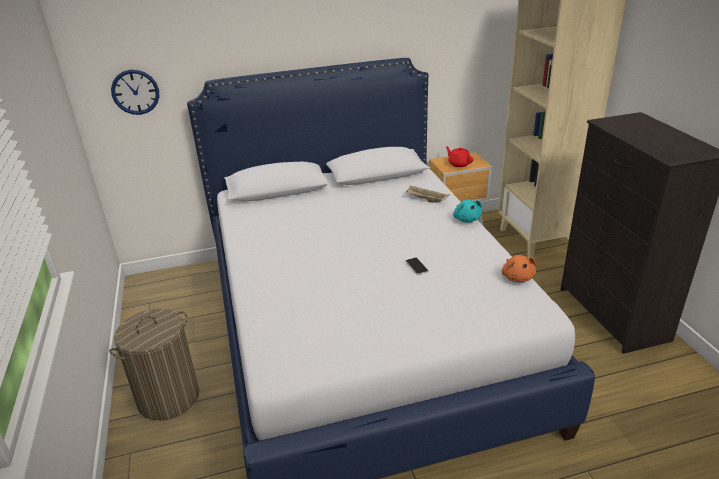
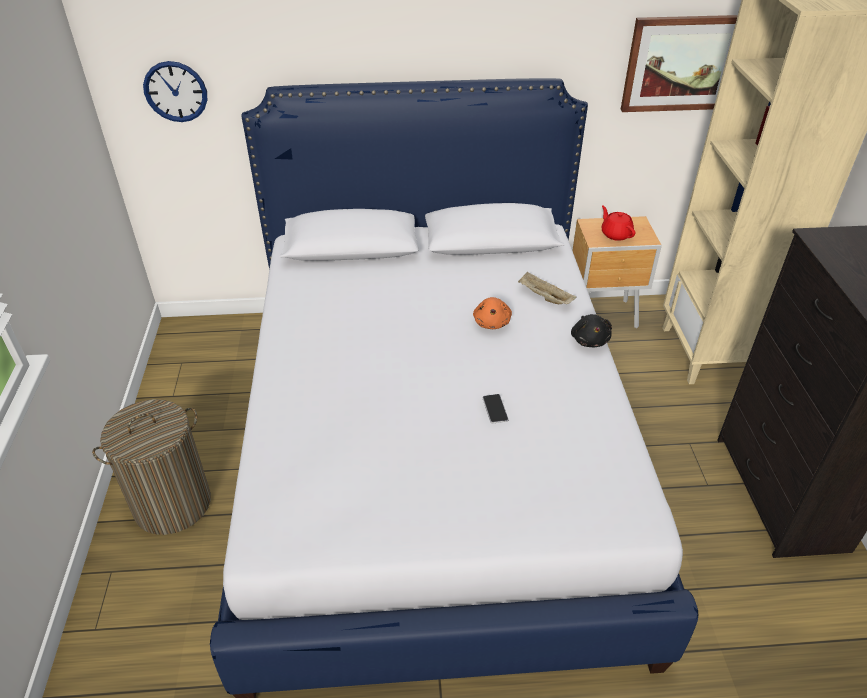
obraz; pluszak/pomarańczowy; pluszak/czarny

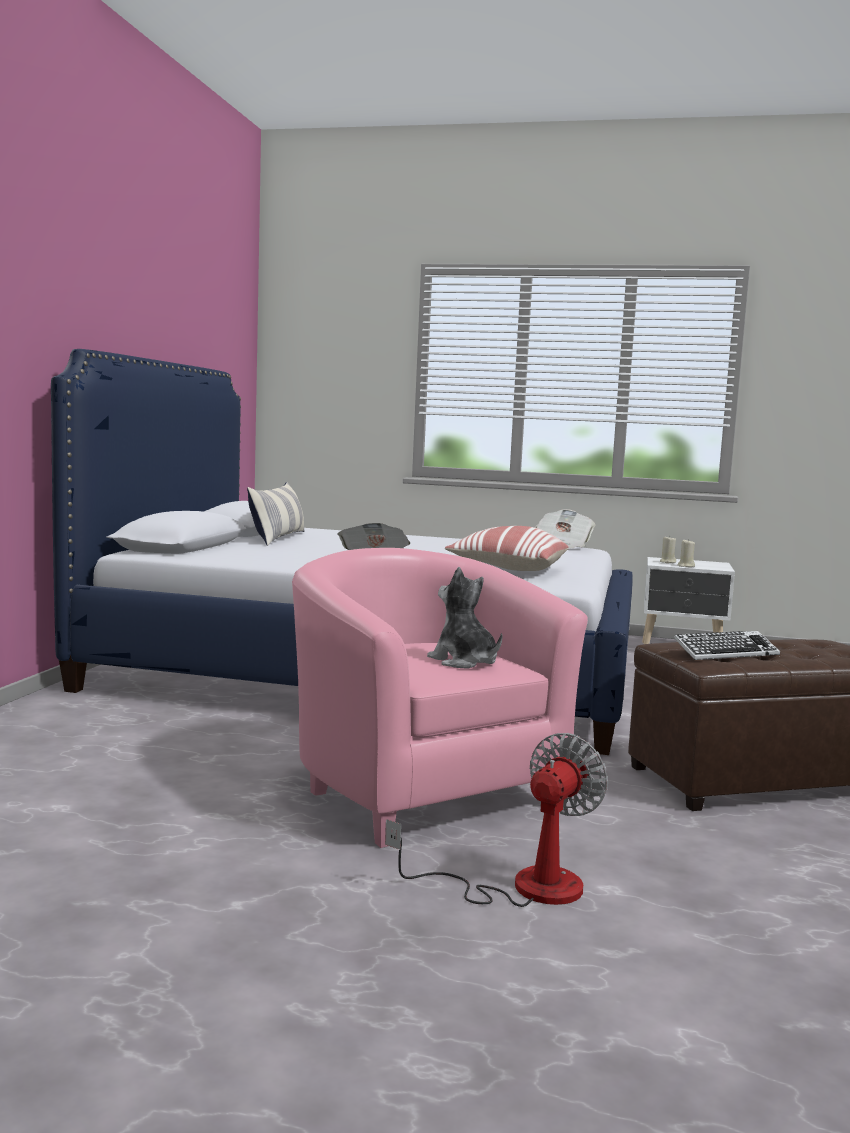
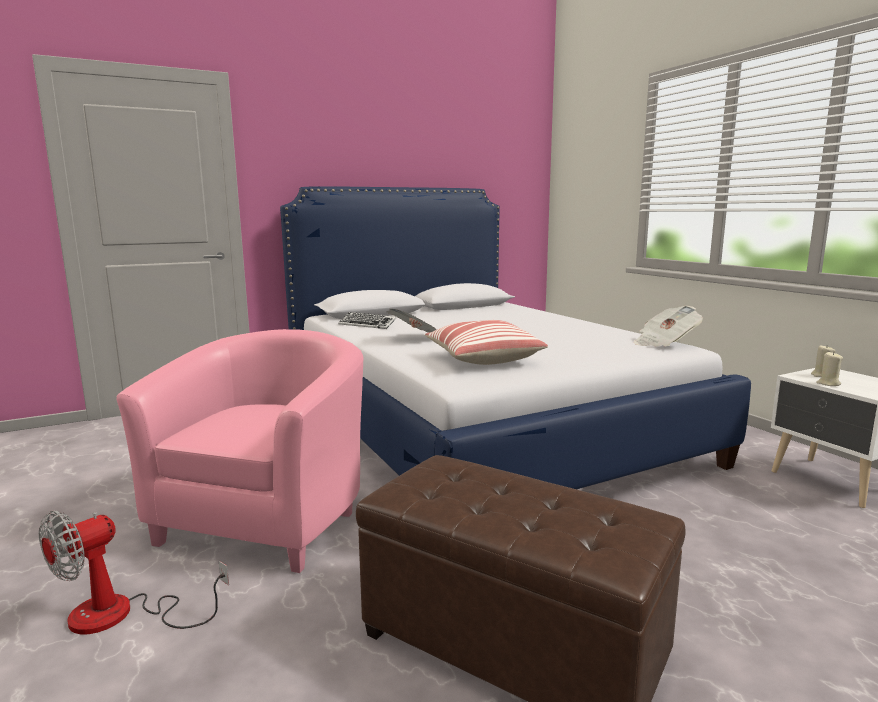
poduszka (1st from left in the first image); pluszak; klawiatura; wentylator

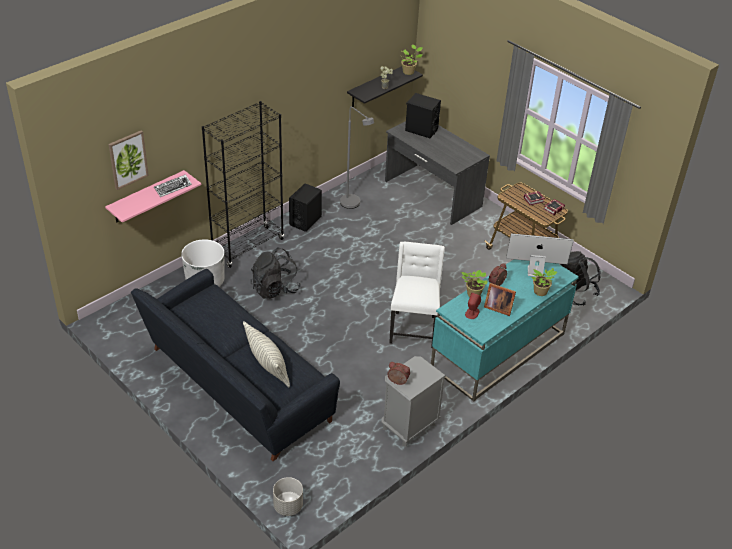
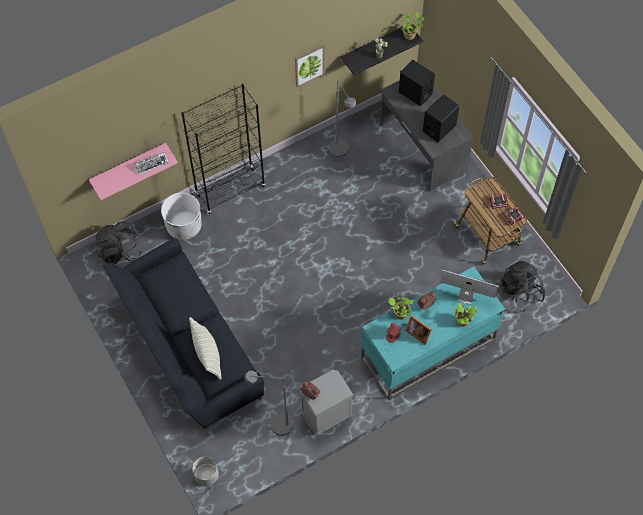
krzesło/biały; lampa stojąca/szary (1st from left); obraz; plecak/czarny (1st from left); głośnik/czarny (2nd from left)

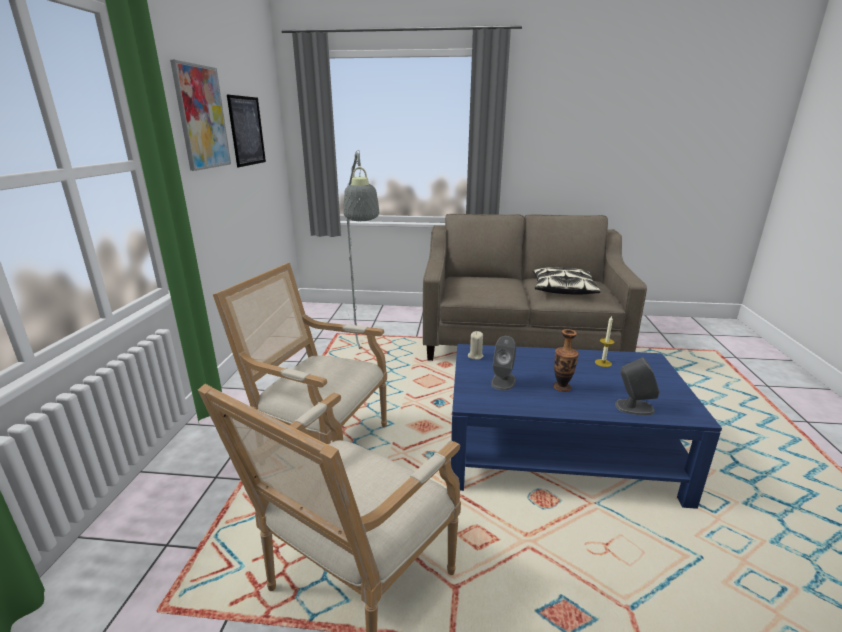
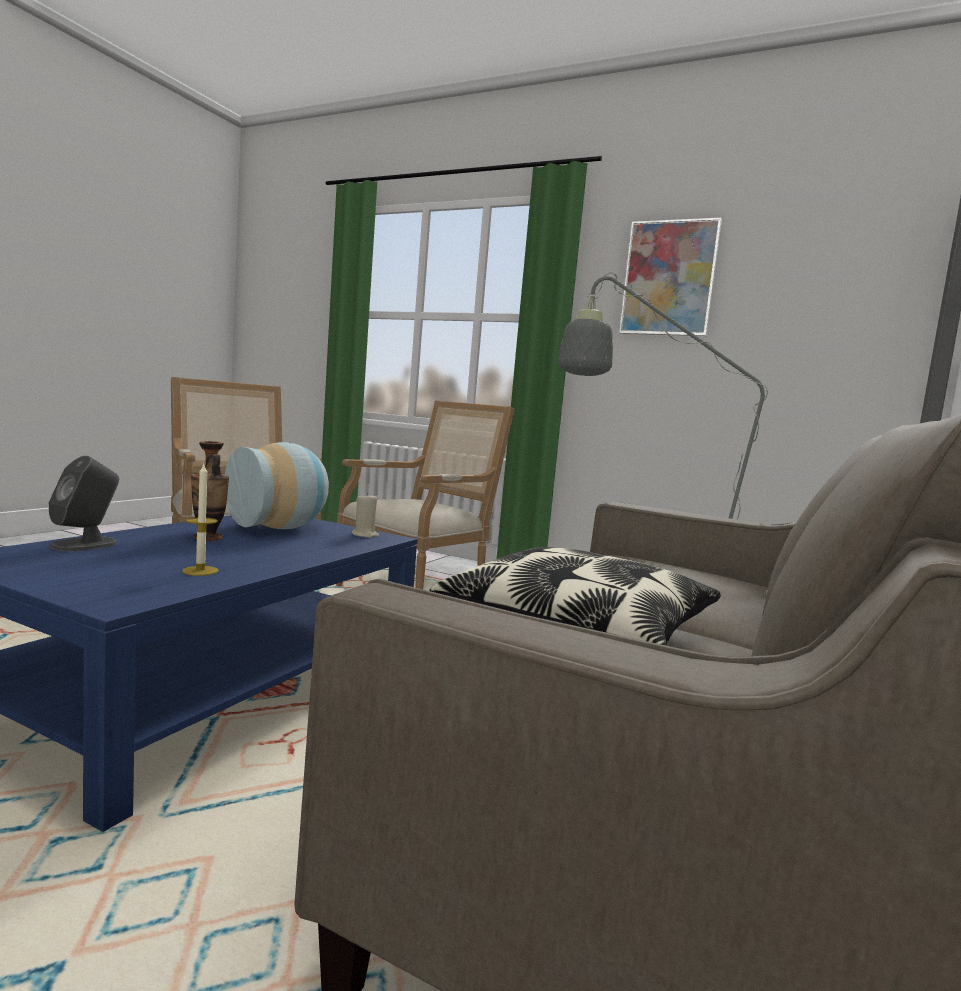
obraz (2nd from left in the first image); wazon (2nd from left)

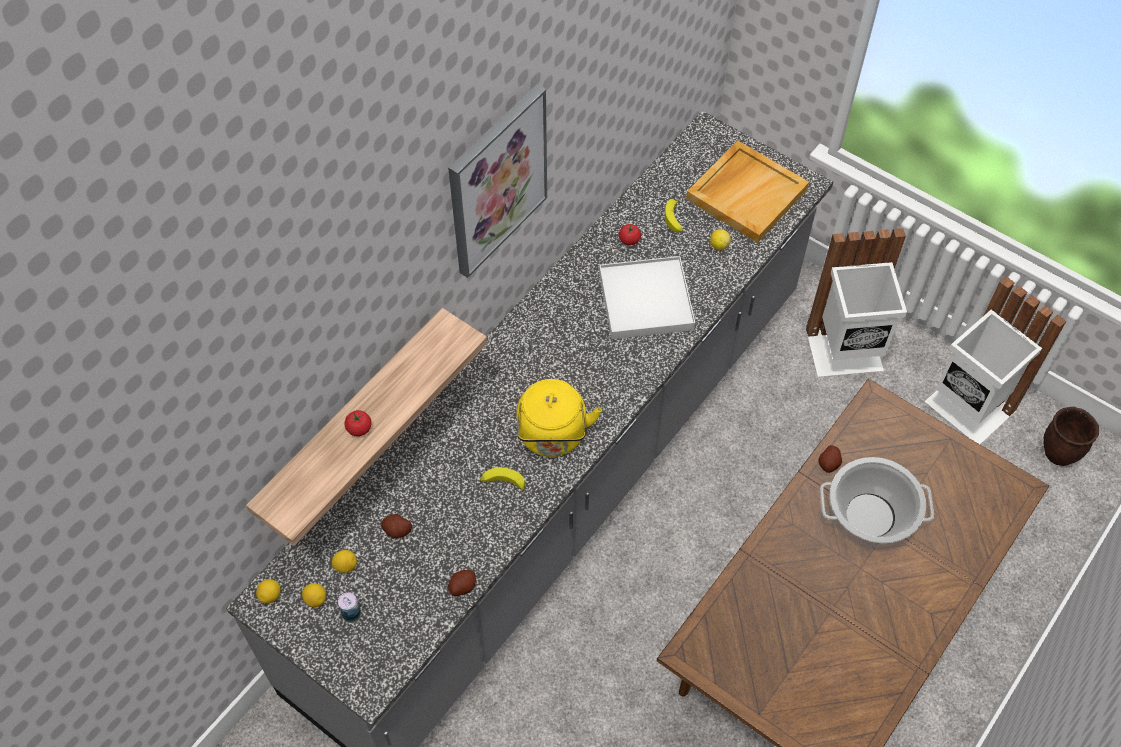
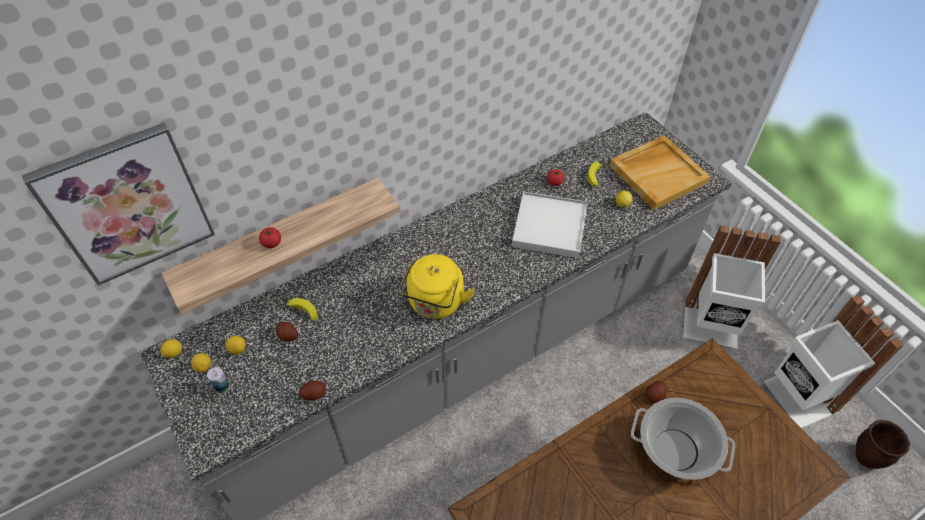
obraz; banan (1st from left)

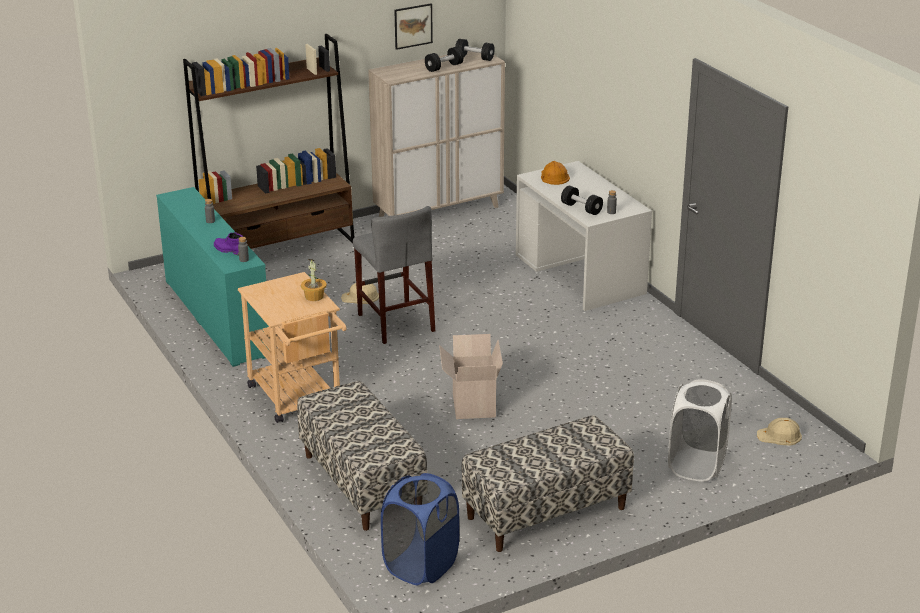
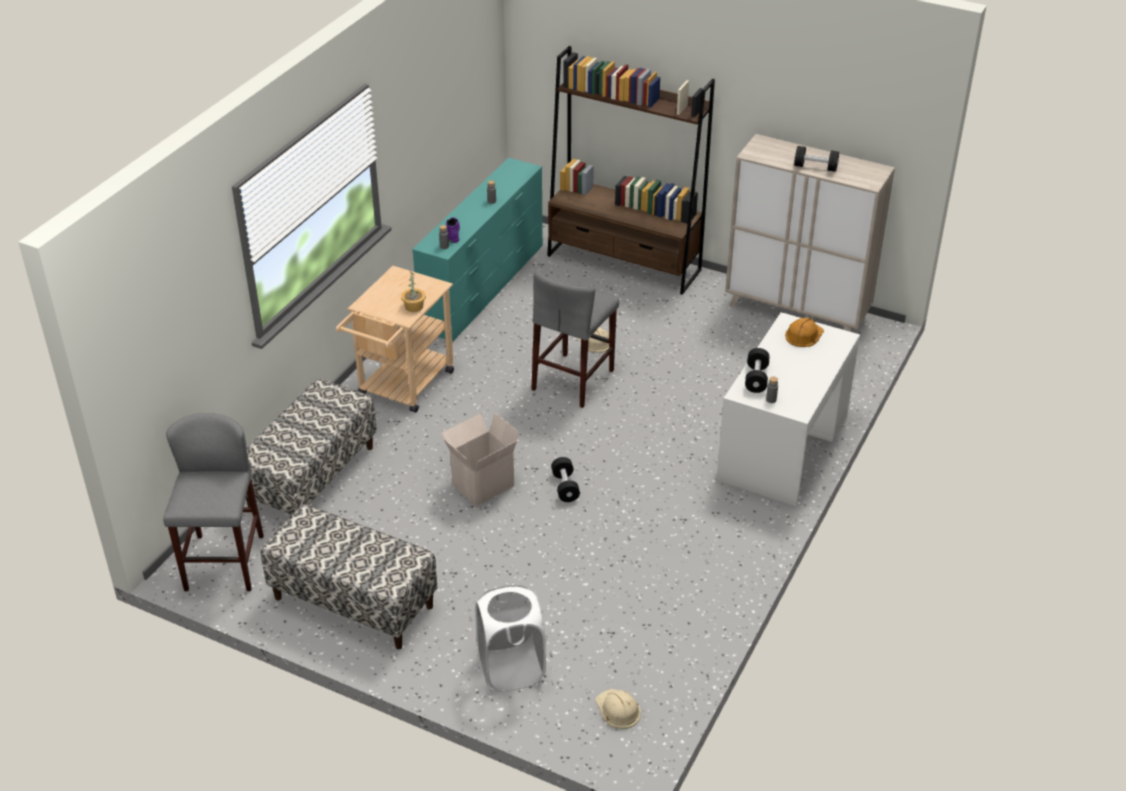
obraz; hantel/czarny (1st from left); stołek/szary (1st from left)

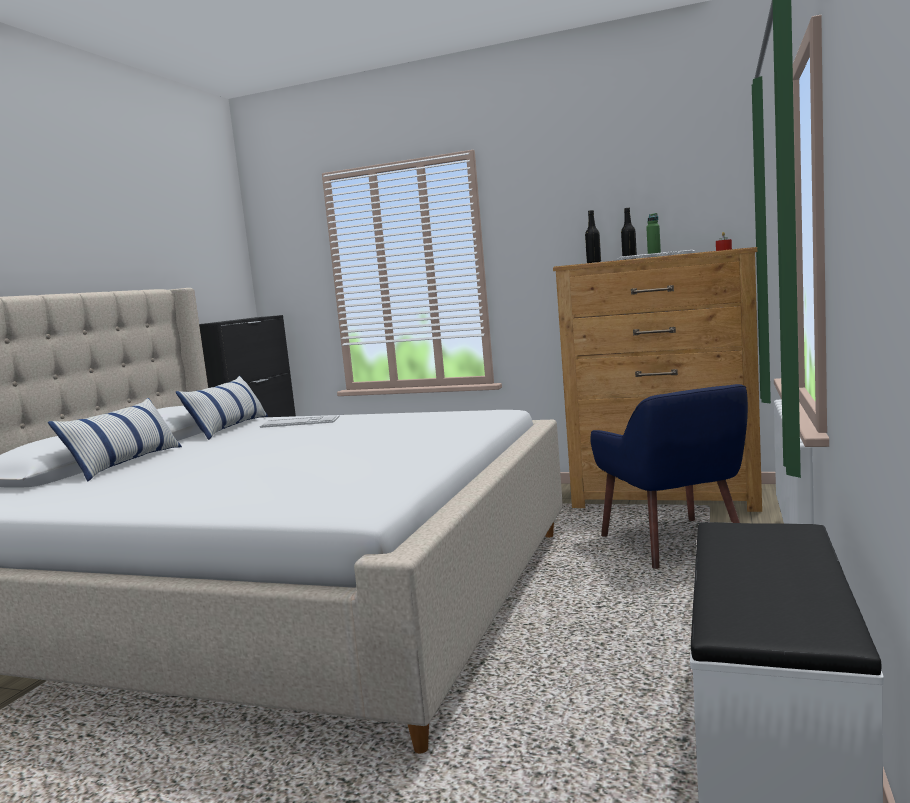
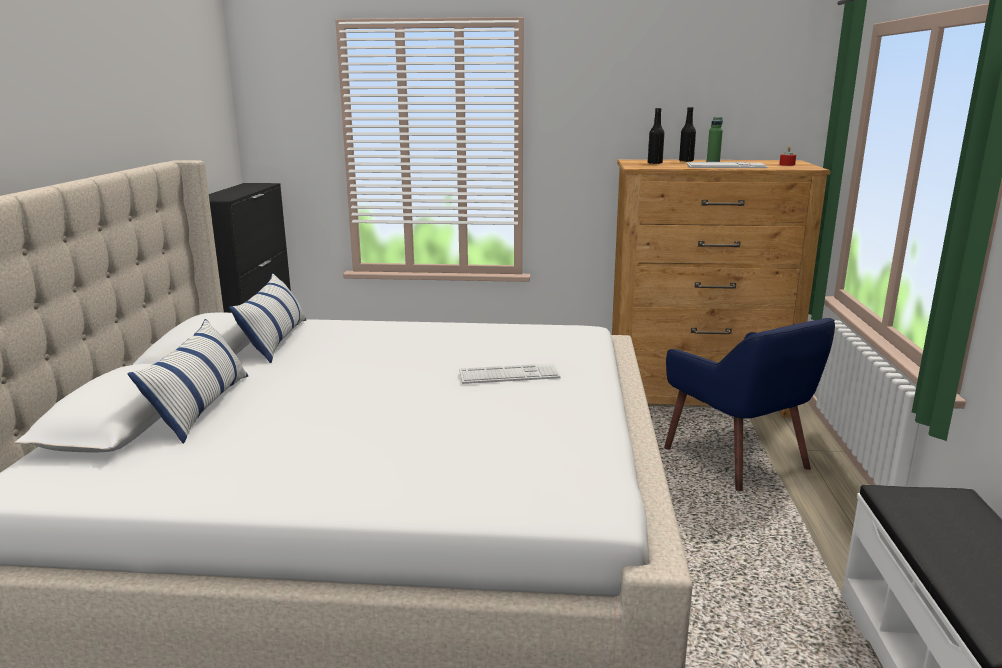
klawiatura (1st from left)

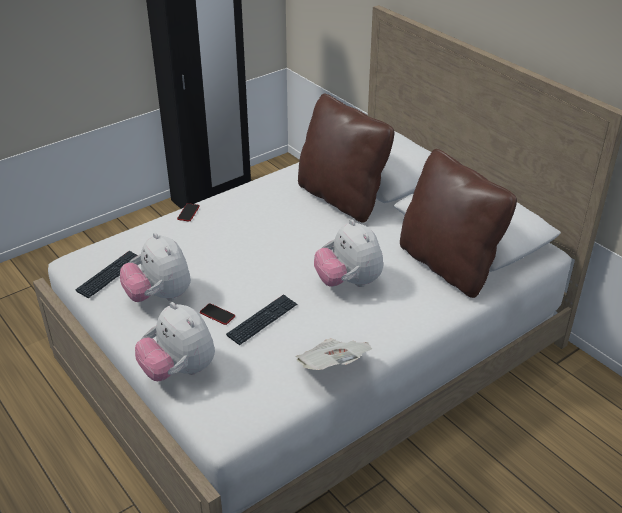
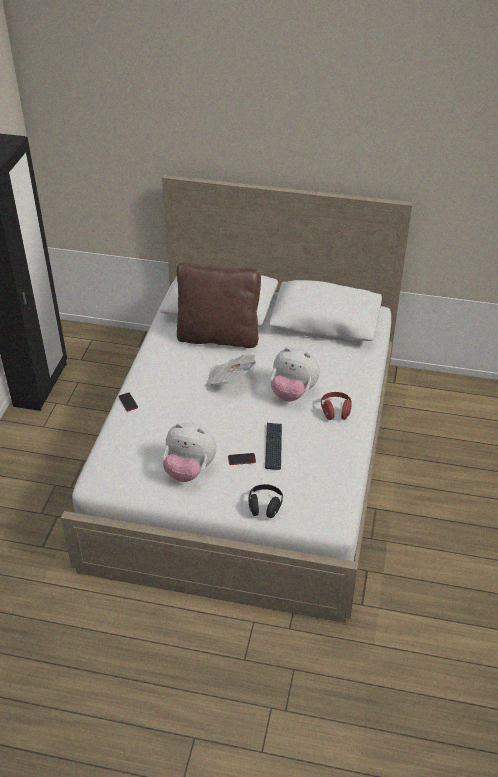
klawiatura (1st from left in the first image); poduszka/brązowy (2nd from left in the first image); słuchawki/czerwony; gazeta; słuchawki/czarny

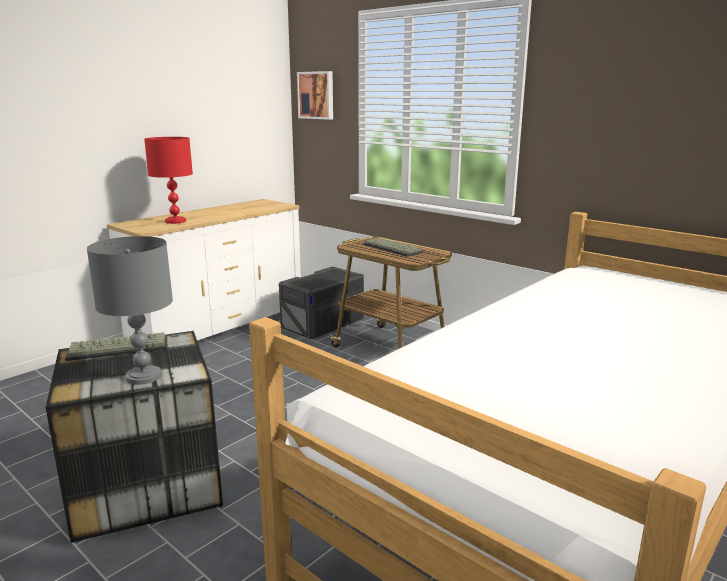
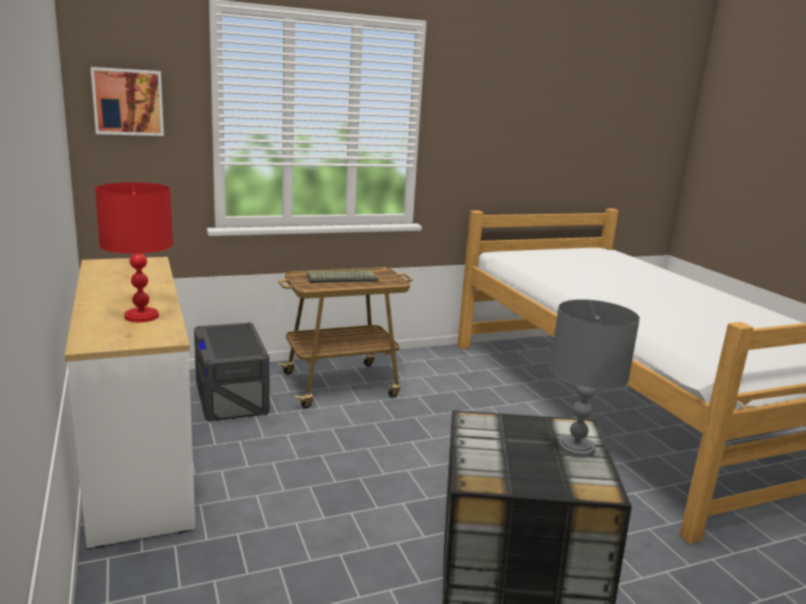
klawiatura (1st from left in the first image)

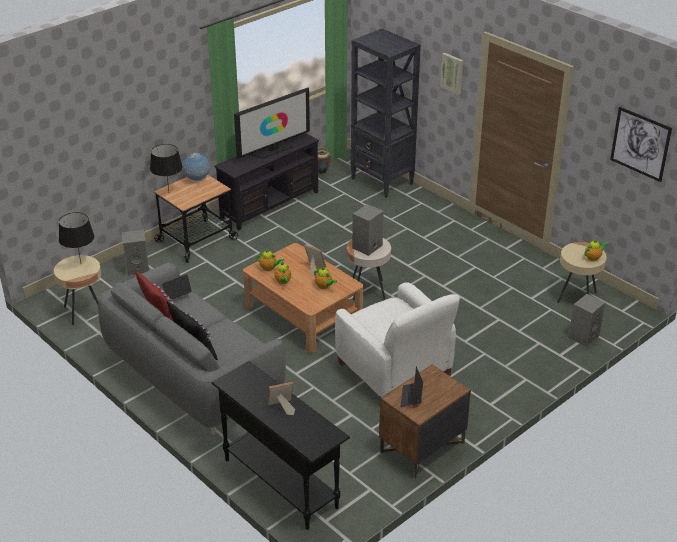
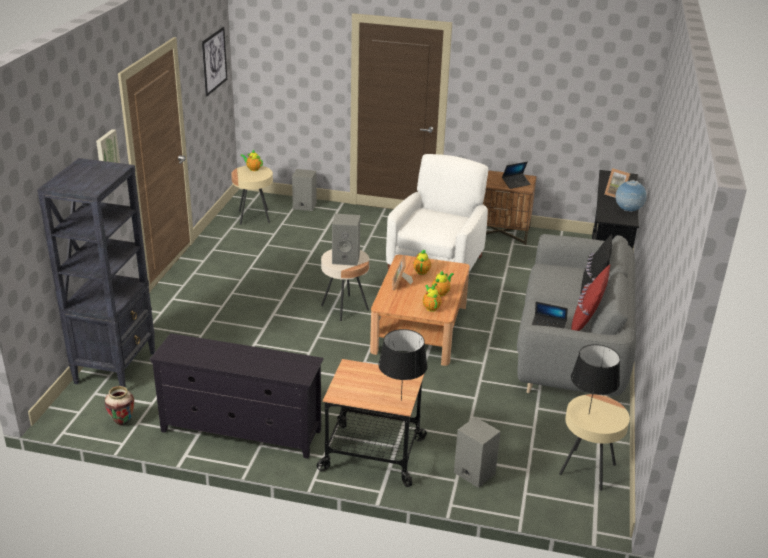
telewizor; globus

